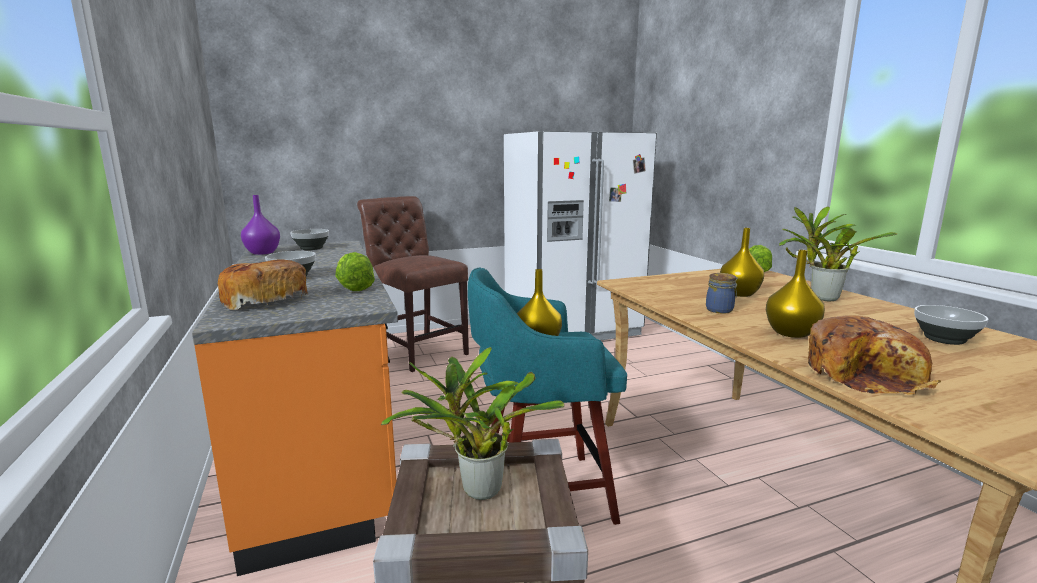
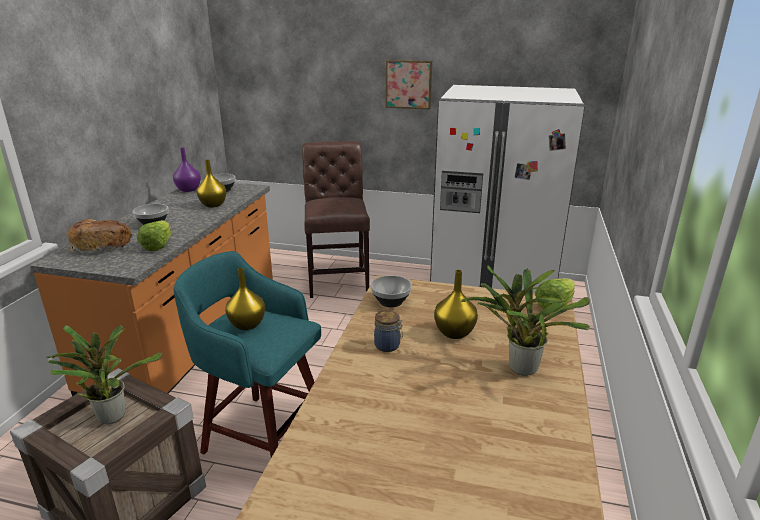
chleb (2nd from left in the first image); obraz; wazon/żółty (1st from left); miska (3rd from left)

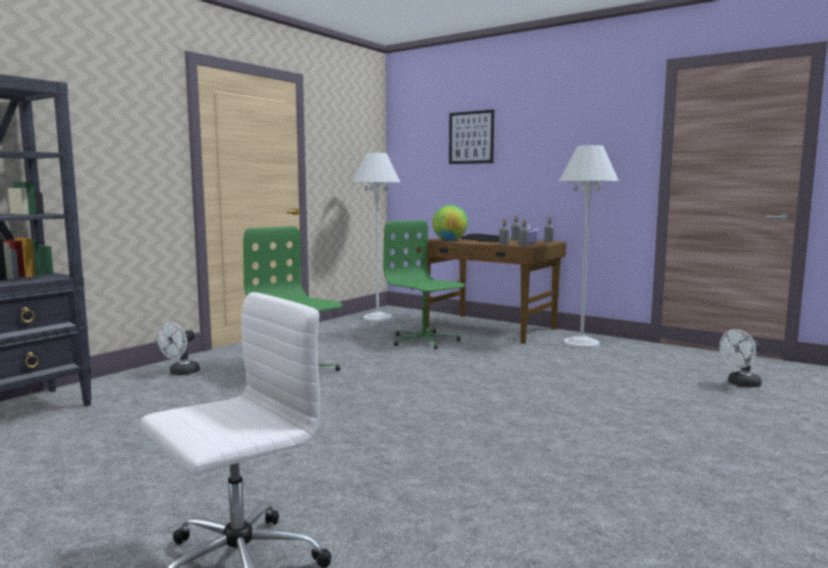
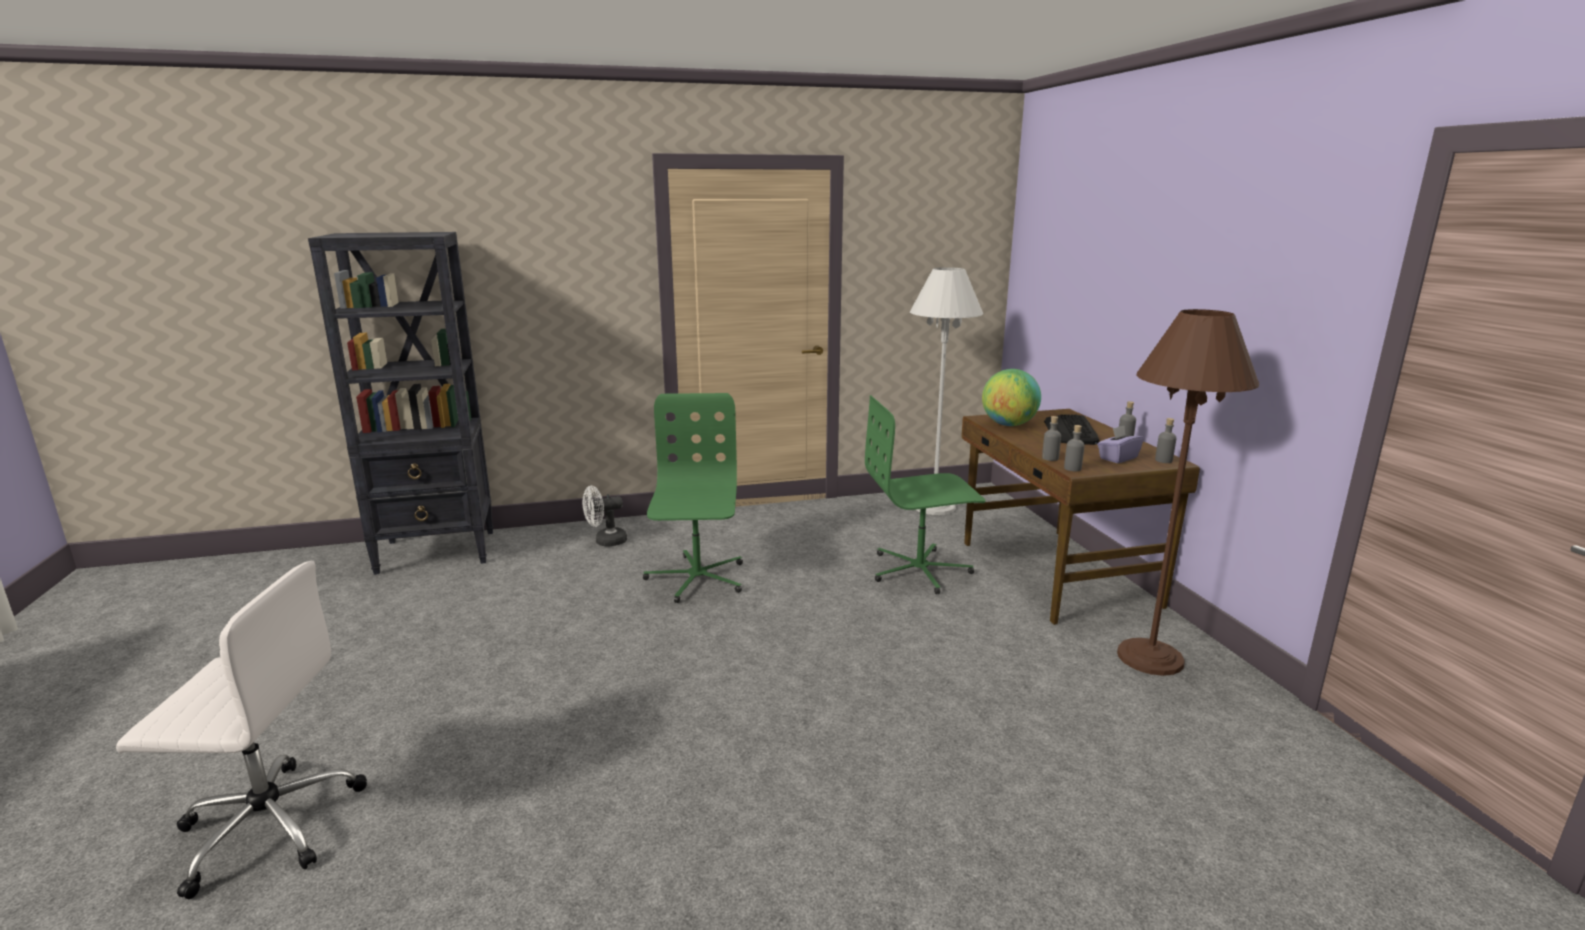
obraz; wentylator/biały (2nd from left in the first image); lampa stojąca/brązowy; krzesło biurowe/zielony (2nd from left)

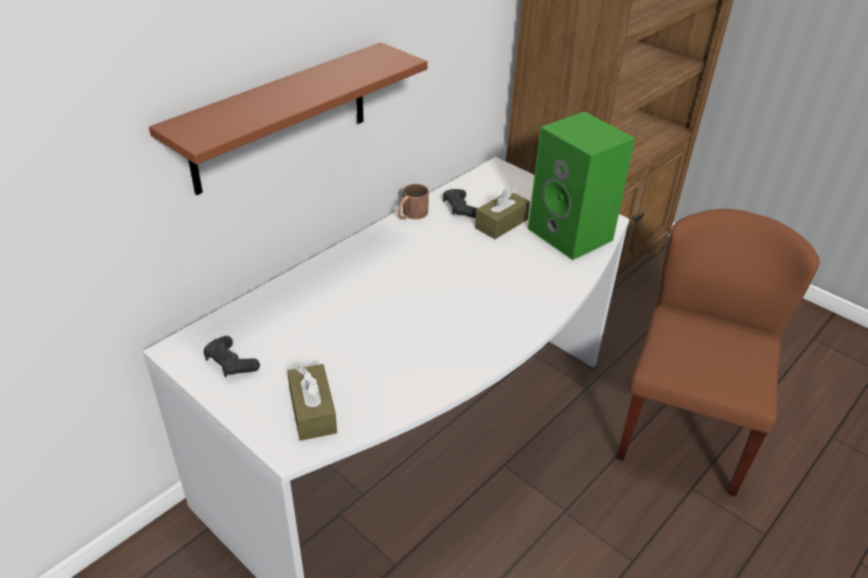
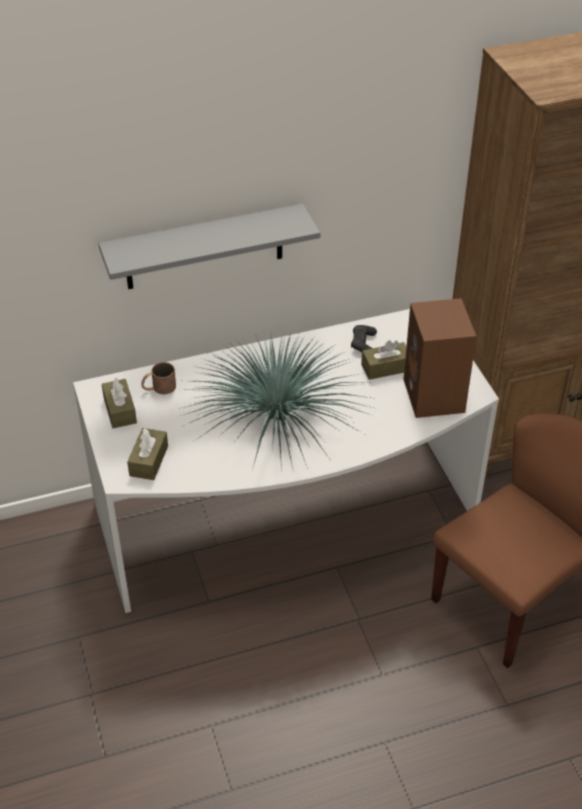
roślina doniczkowa; kubek/brązowy; pudełko chusteczek/brązowy (1st from left); półka/szary; głośnik/brązowy

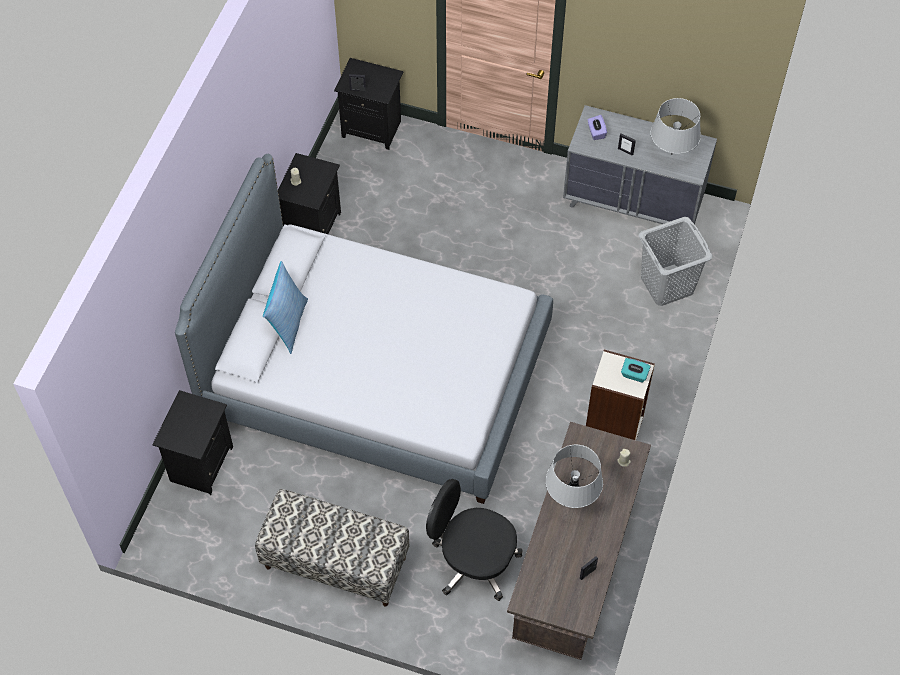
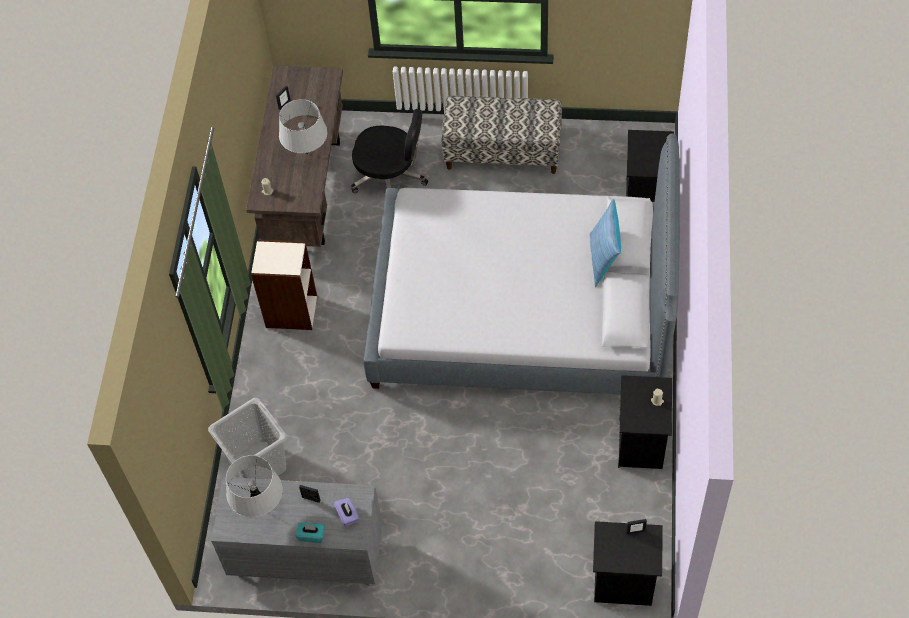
pudełko chusteczek/turkusowy

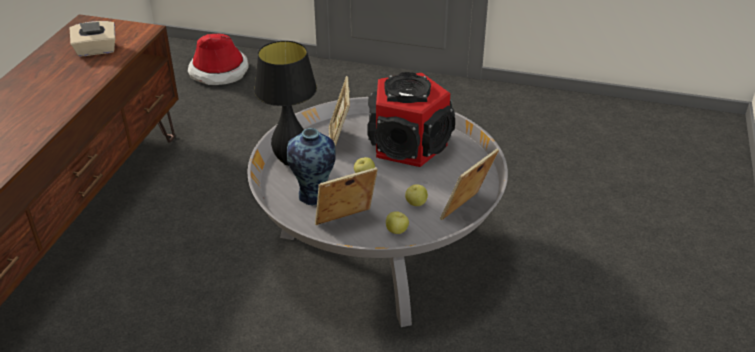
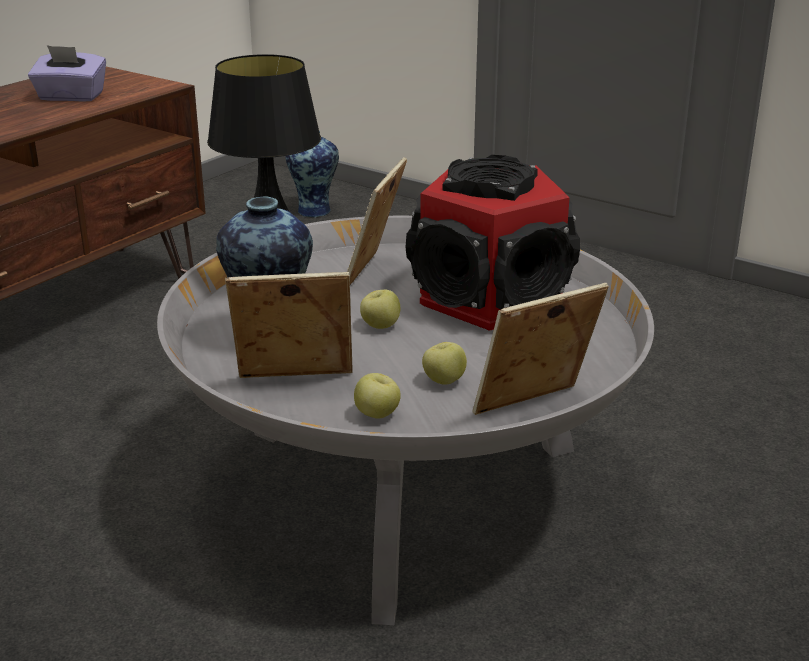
wazon (2nd from left); pudełko chusteczek/fioletowy

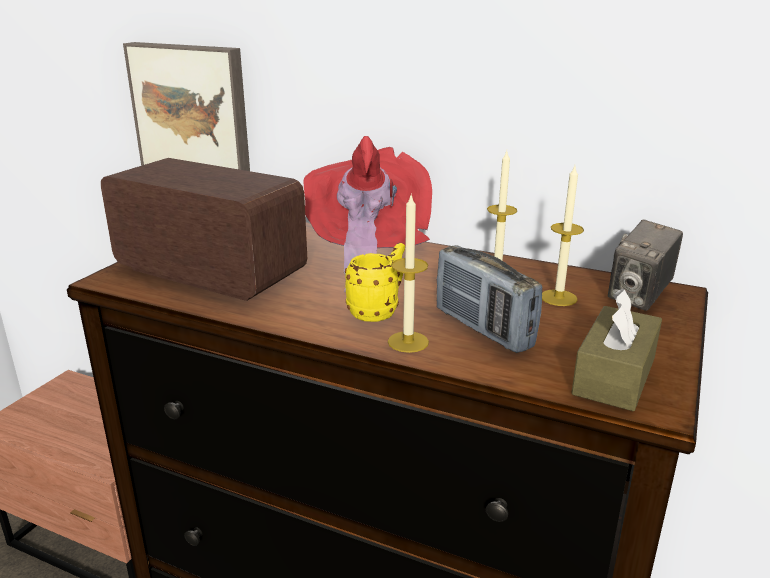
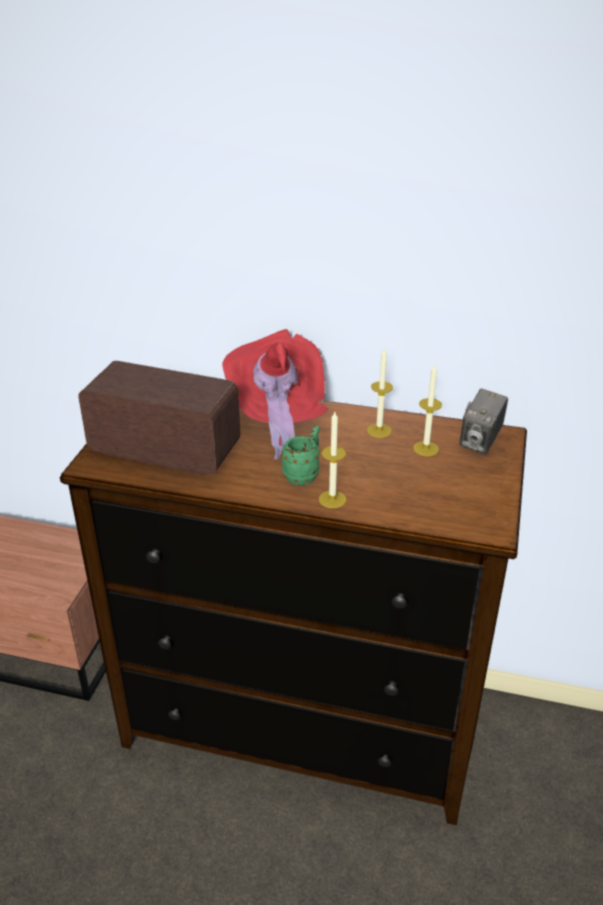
obraz; radio (2nd from left in the first image); pudełko chusteczek/brązowy; kubek/zielony

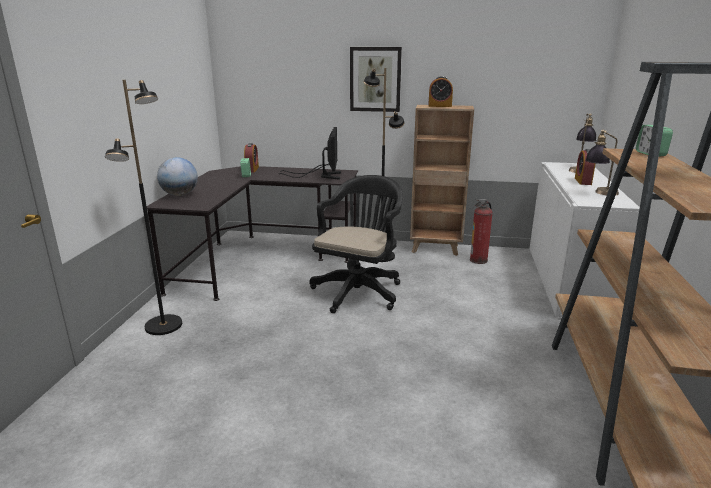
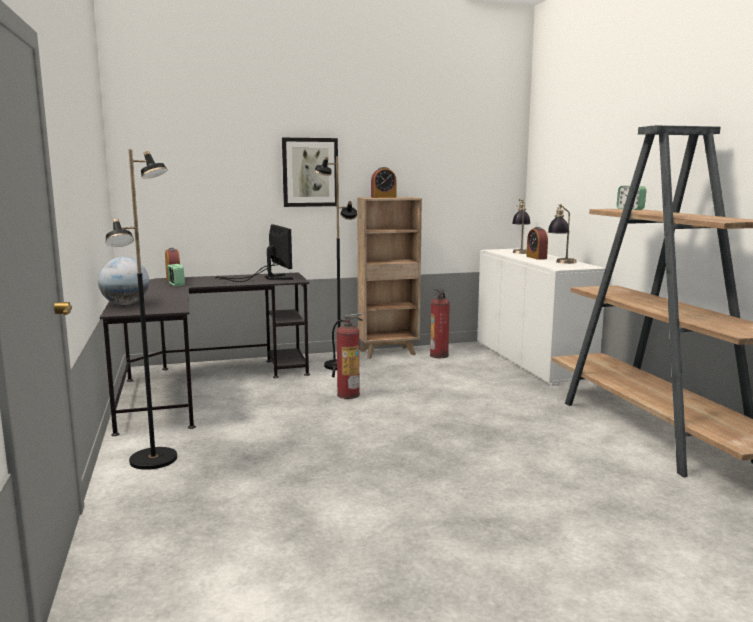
gaśnica (1st from left)

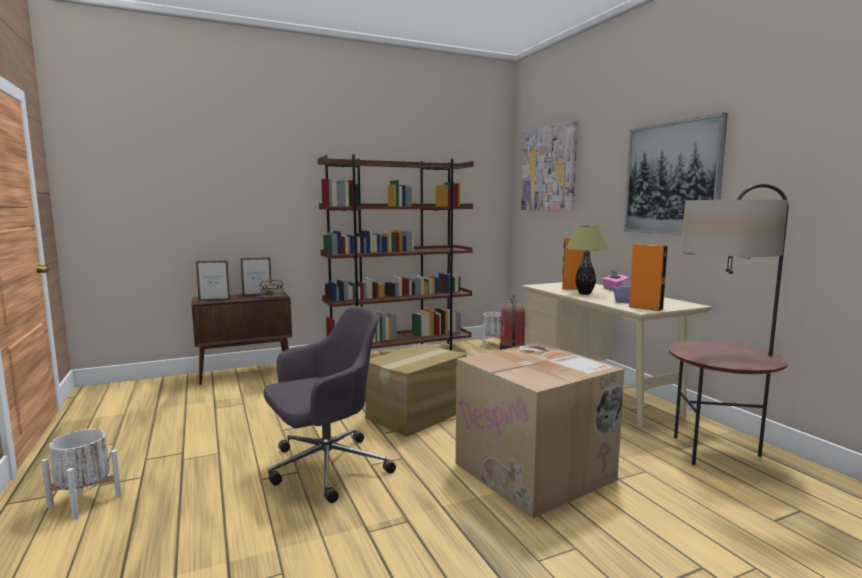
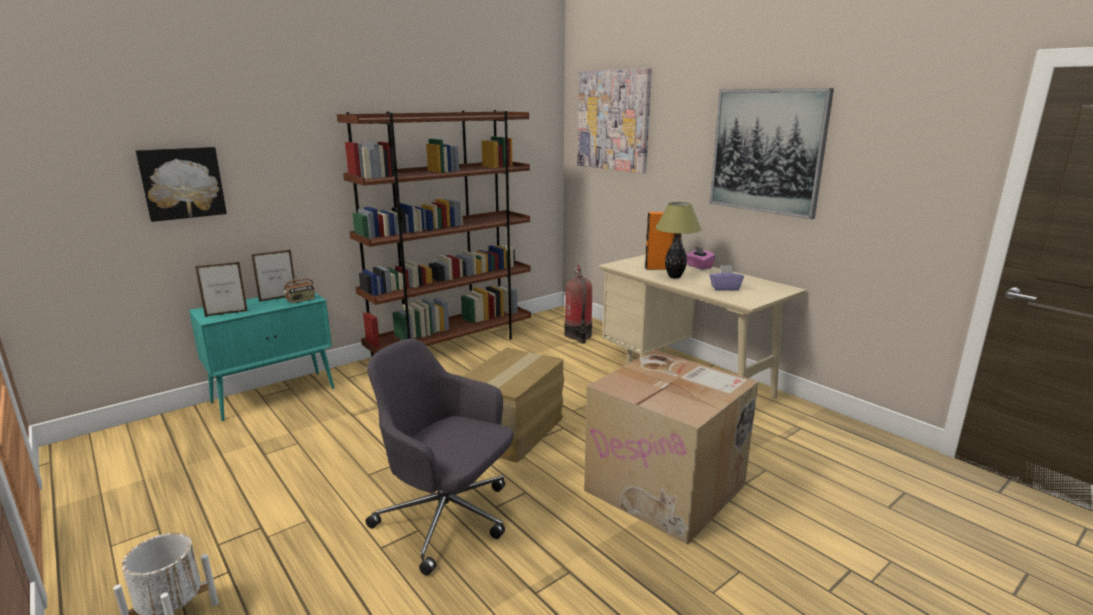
donica/biały (2nd from left in the first image); głośnik/pomarańczowy (2nd from left in the first image); lampa stojąca; obraz (1st from left); szafka/turkusowy; krzesło biurowe/szary

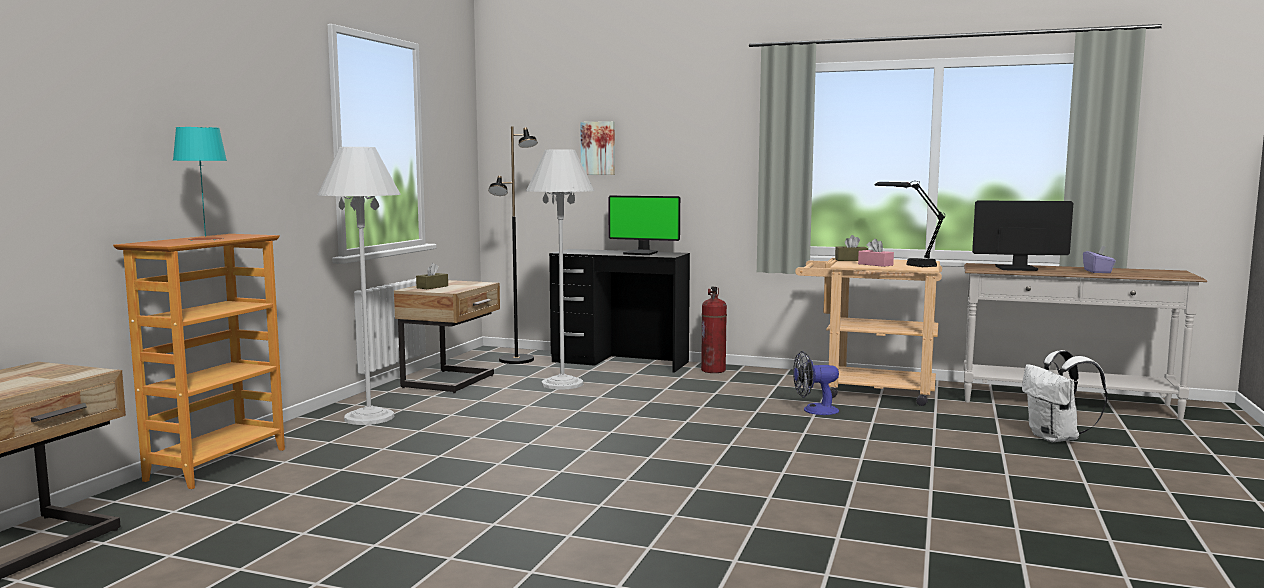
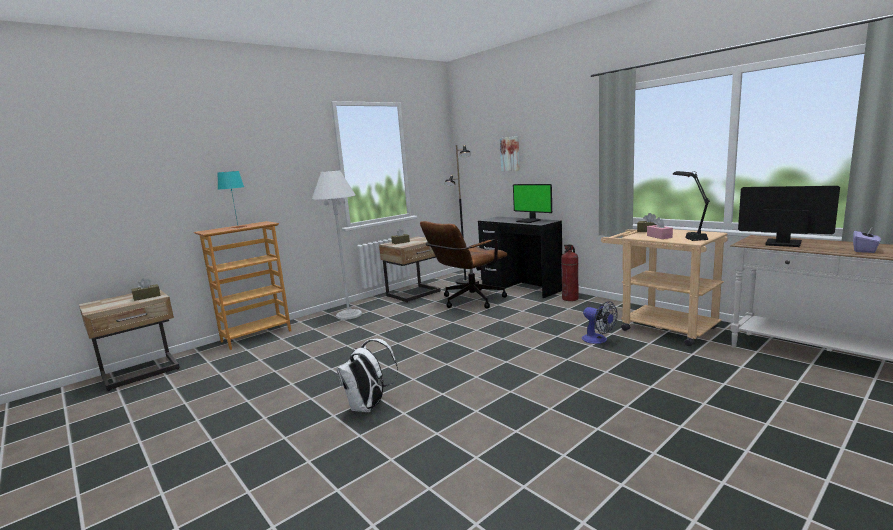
pudełko chusteczek/brązowy (1st from left); plecak/biały; krzesło biurowe/brązowy; wentylator

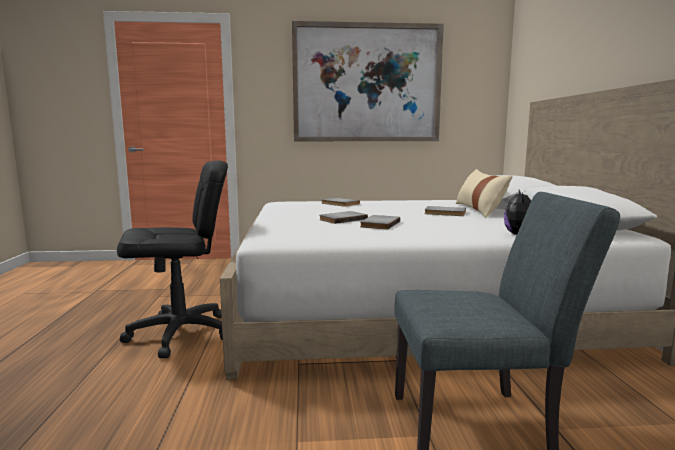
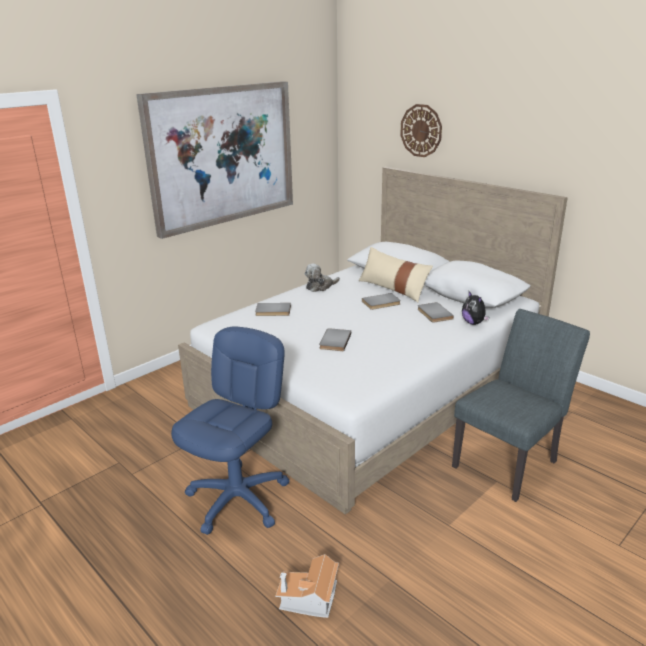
domek; pluszak (1st from left); zegar ścienny; książka/szary (4th from left); krzesło biurowe/niebieski

